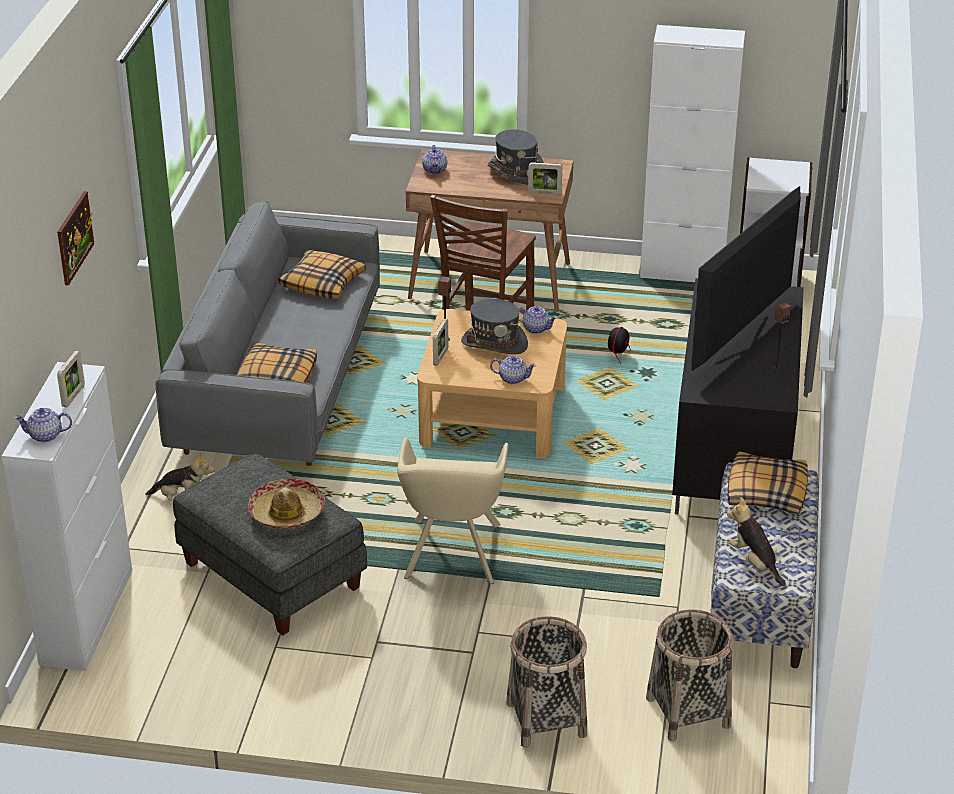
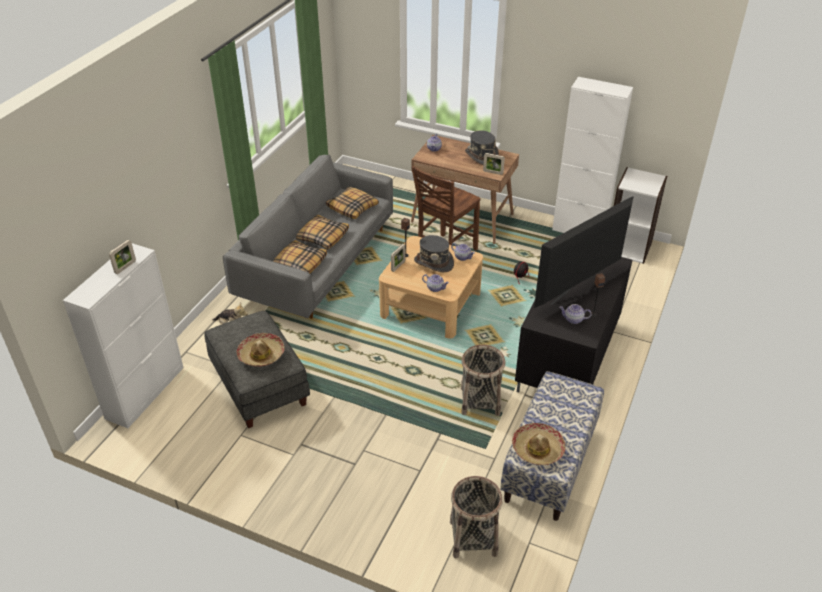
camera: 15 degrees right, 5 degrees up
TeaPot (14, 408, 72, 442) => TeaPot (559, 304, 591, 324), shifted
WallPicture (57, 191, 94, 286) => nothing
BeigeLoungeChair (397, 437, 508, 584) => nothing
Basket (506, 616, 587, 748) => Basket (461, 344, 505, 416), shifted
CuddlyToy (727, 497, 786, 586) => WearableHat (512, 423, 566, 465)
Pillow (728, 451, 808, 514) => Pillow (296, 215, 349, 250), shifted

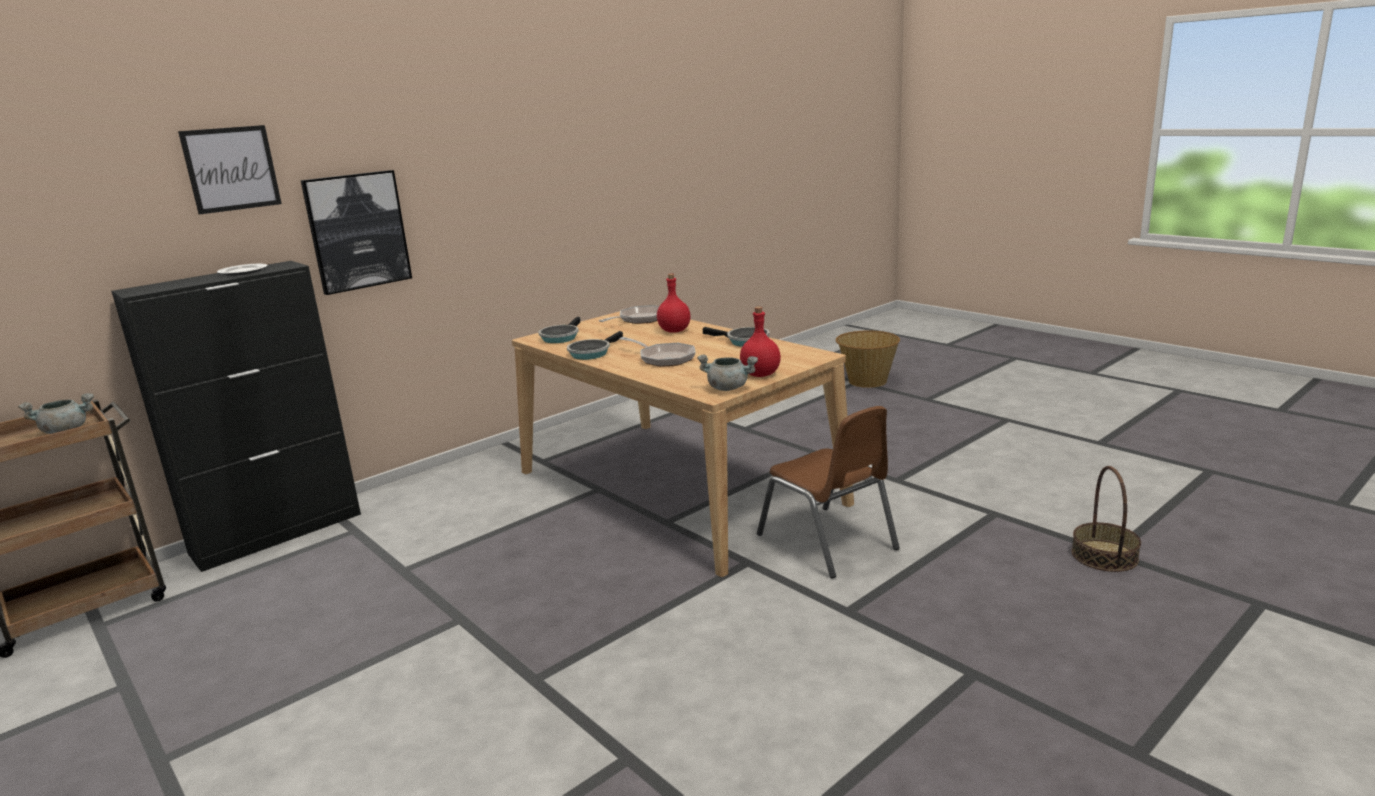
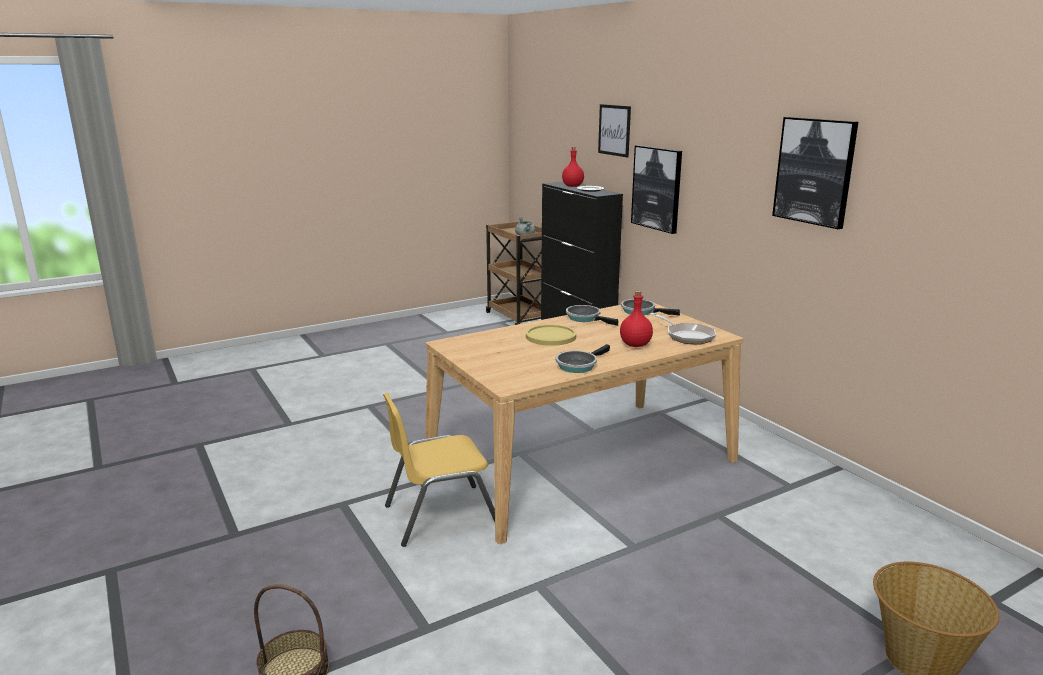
camera: 100 degrees right, 0 degrees up
FryingPan (619, 337, 695, 367) => YellowFlatDish (526, 324, 576, 346)
GrayCookingPot (697, 354, 758, 391) => nothing
ReddishBottle (740, 307, 781, 377) => ReddishBottle (562, 147, 584, 187), shifted
BrownChair (757, 406, 900, 578) => YellowChair (383, 393, 495, 547)
nothing => WallPicture (772, 117, 858, 229)

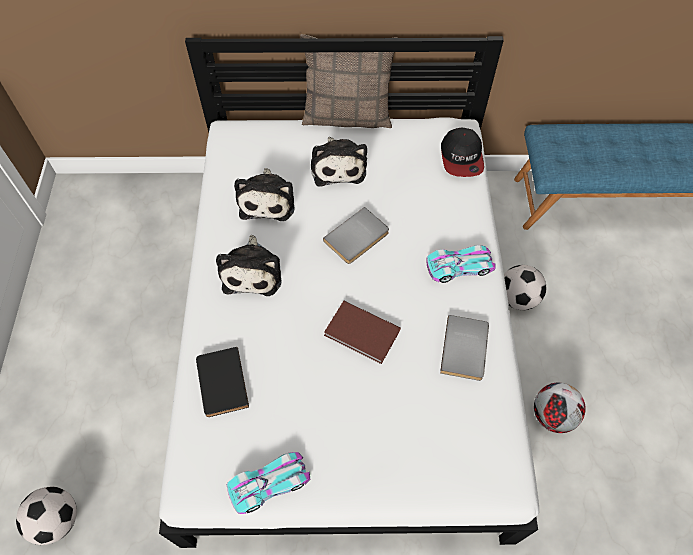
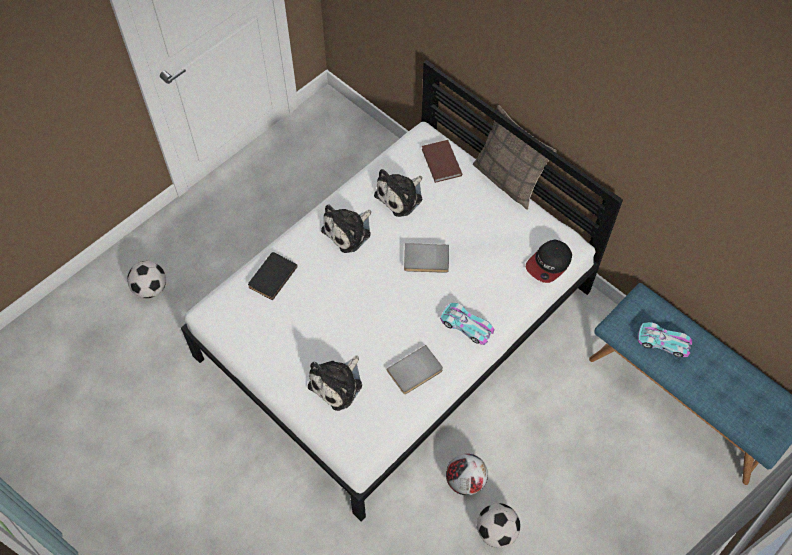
camera: 45 degrees right, 0 degrees up
ToyCar (227, 452, 310, 514) => ToyCar (638, 322, 693, 357), shifted
CuddlyToy (311, 137, 367, 186) => CuddlyToy (308, 355, 362, 411), shifted
BrownVolume (324, 301, 401, 364) => BrownVolume (422, 140, 463, 183), shifted
BallForFootball (504, 265, 546, 310) => BallForFootball (477, 503, 520, 548), shifted

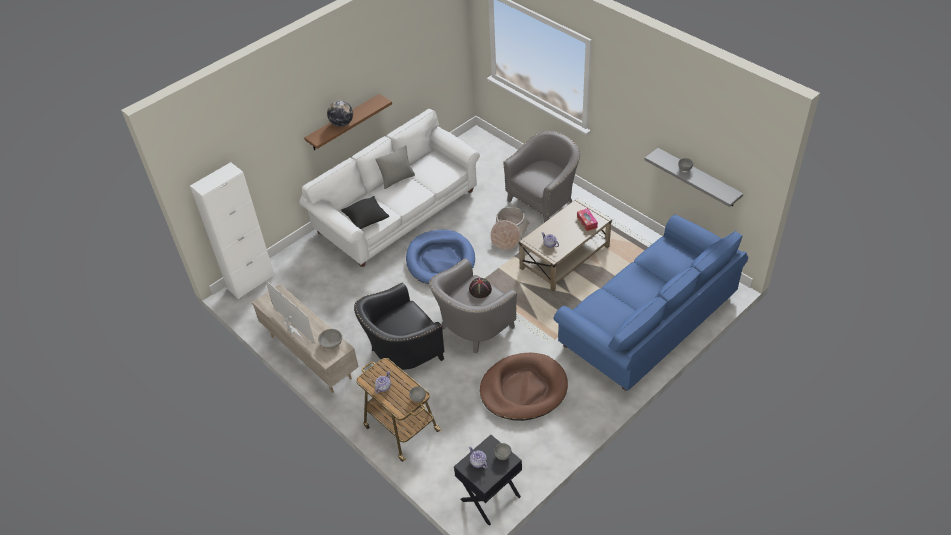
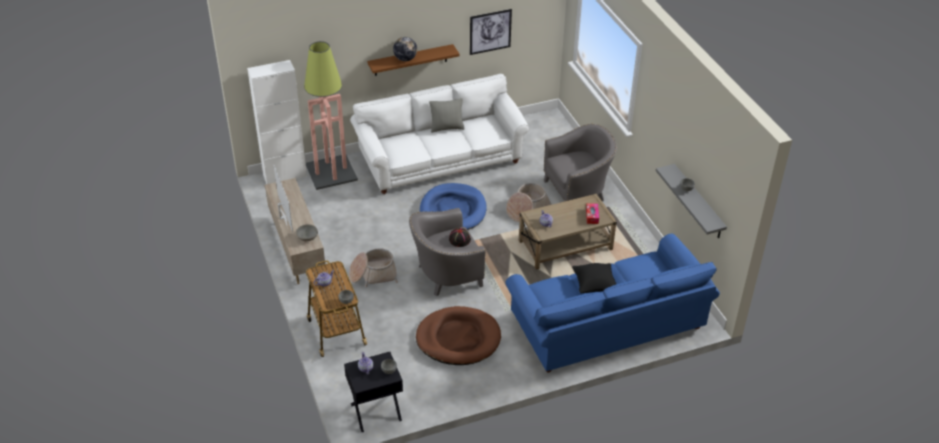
camera: 20 degrees right, 5 degrees down
BlackishPillow (342, 196, 389, 229) => BlackishPillow (572, 263, 616, 293), shifted
BlackishLoungeChair (354, 282, 444, 378) => Basket (349, 248, 398, 287)
nothing => StandingLamp (304, 41, 358, 190)
nothing => WallPicture (470, 9, 512, 55)

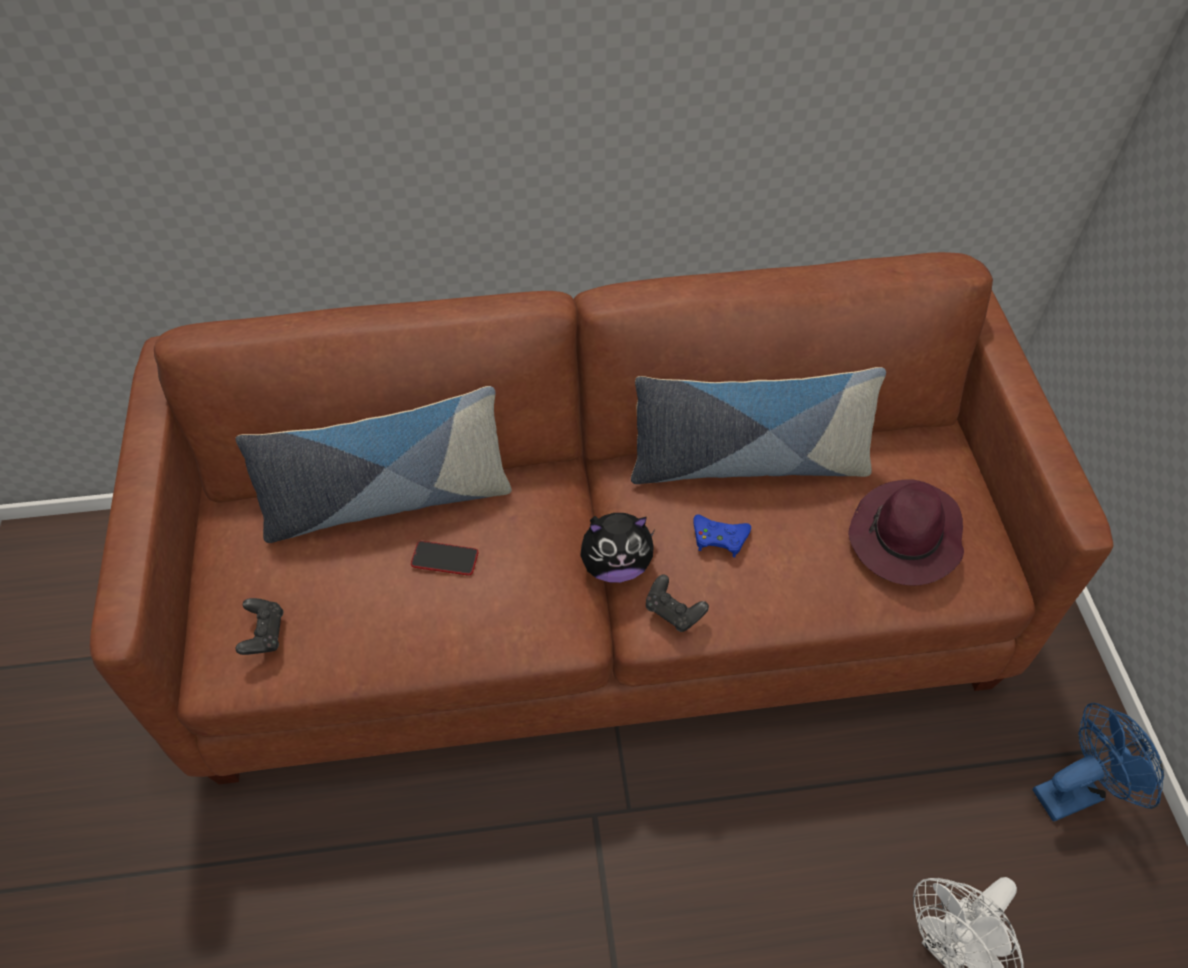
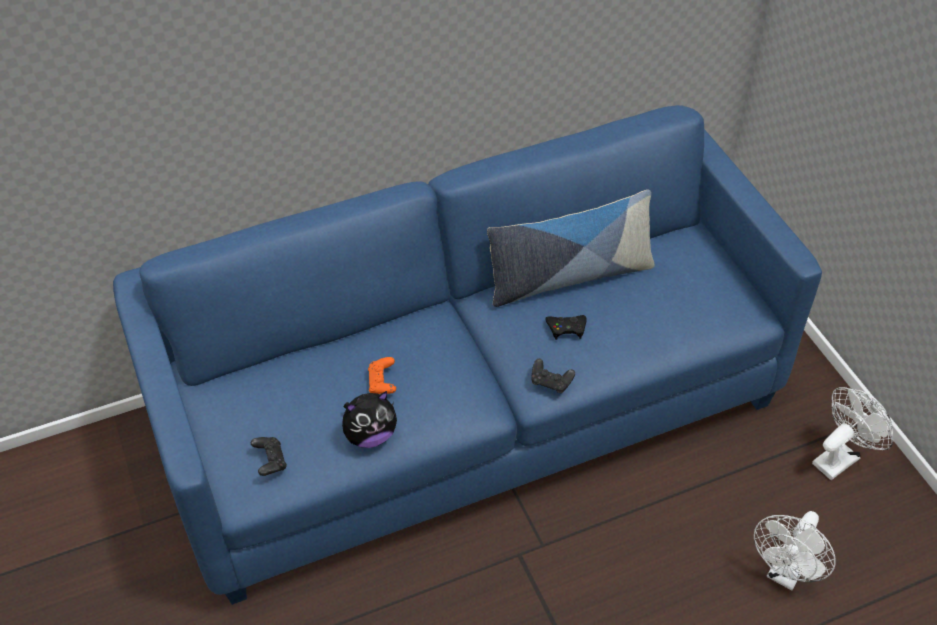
camera: 15 degrees left, 5 degrees down
BrownSofa (90, 252, 1113, 784) => BluishSofa (113, 105, 822, 605)
Pillow (236, 386, 512, 543) => nothing
Handset (411, 541, 478, 576) => OrangeColouredJoypad (368, 357, 396, 394)
CuddlyToy (580, 513, 655, 583) => CuddlyToy (342, 391, 397, 448), shifted
BluishJoypad (693, 514, 751, 557) => BlackishJoypad (545, 315, 587, 340)
PurpleWearableHat (849, 479, 964, 586) => nothing
BluishFan (1032, 703, 1164, 822) => WhiteColouredFan (812, 387, 893, 480)

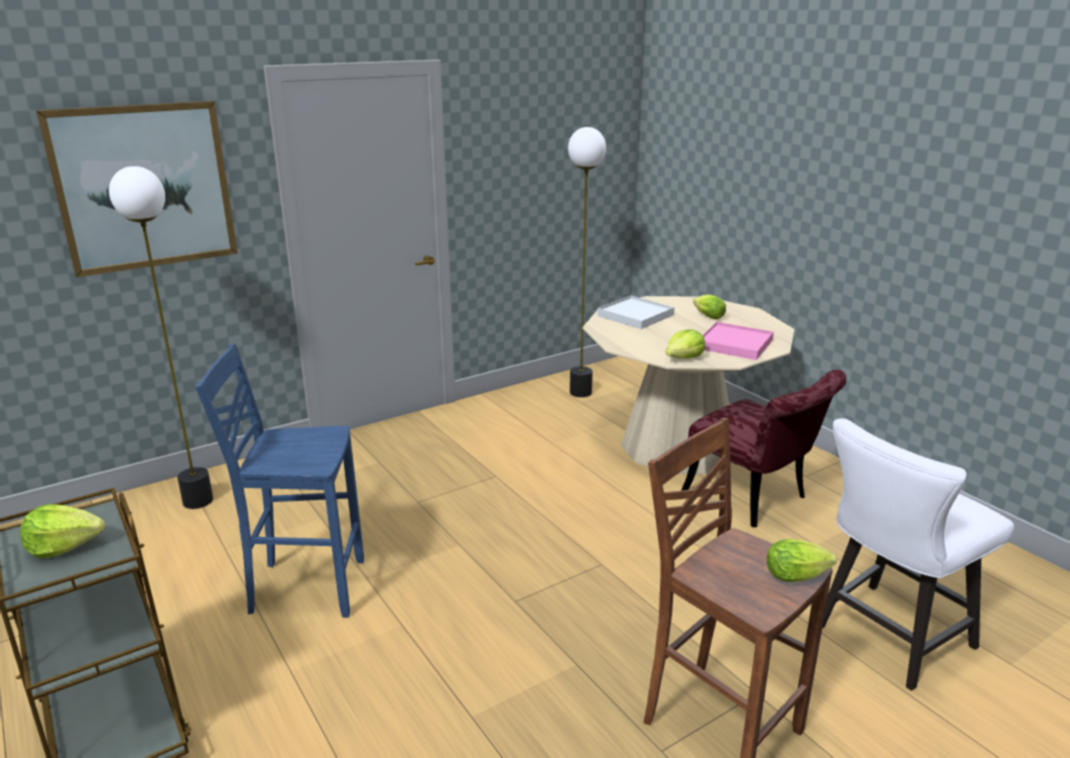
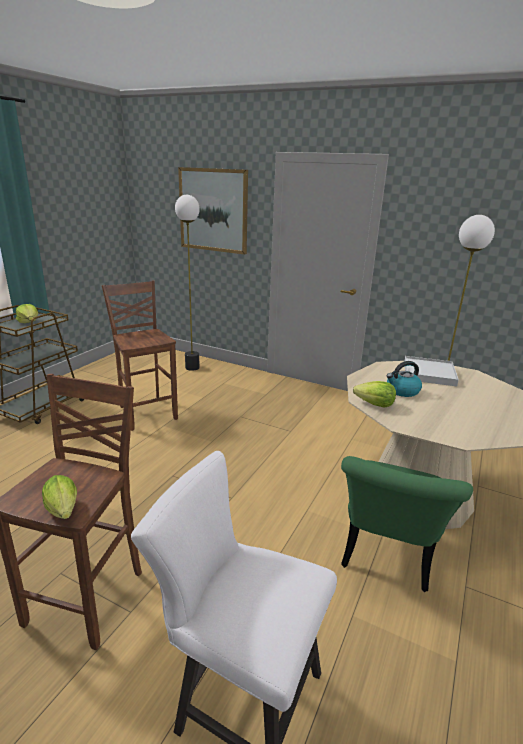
camera: 60 degrees right, 0 degrees up
BluishStool (196, 344, 364, 618) => BrownStool (102, 281, 178, 431)
ReddishChair (681, 369, 846, 527) => GreenChair (341, 456, 473, 592)
Lettuce (693, 295, 726, 319) => nothing
PinkishServingTray (703, 322, 774, 360) => nothing
nothing => TeaKettle (387, 361, 422, 397)

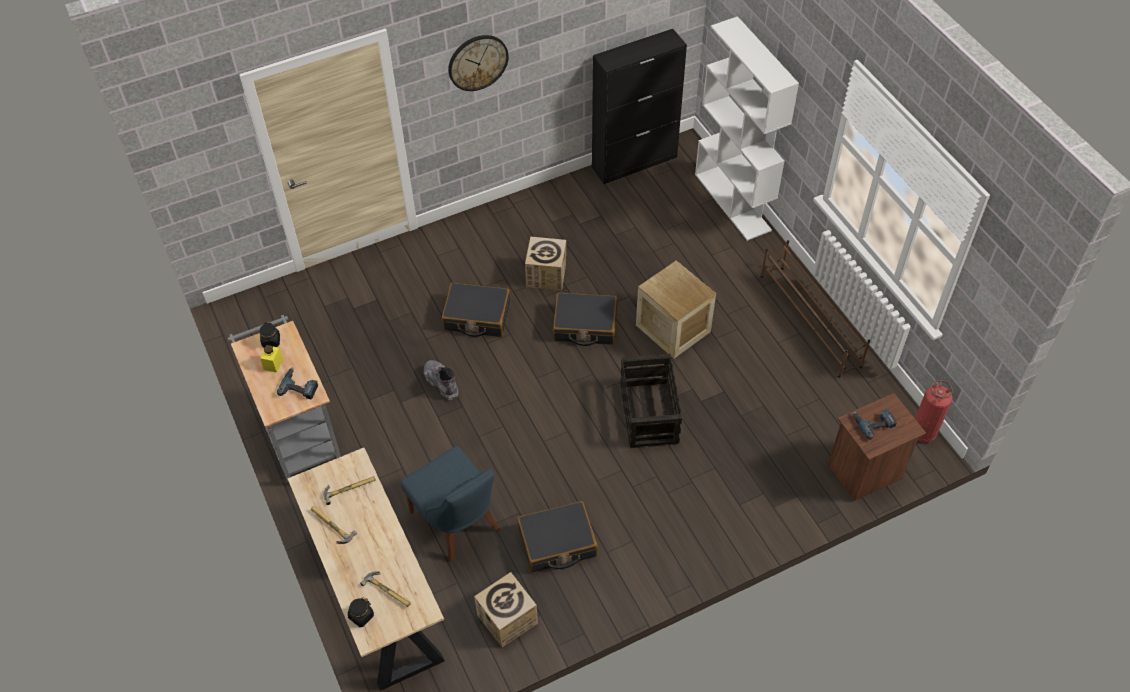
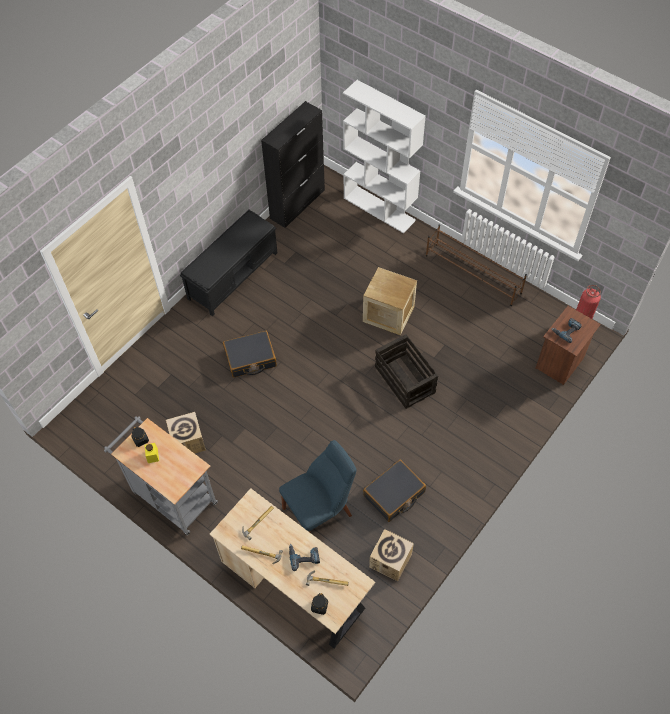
camera: 25 degrees left, 5 degrees up
Drill (277, 367, 318, 399) => Drill (289, 544, 320, 571), shifted
BluishChair (401, 446, 500, 562) => BluishChair (279, 440, 356, 532), 60 degrees counterclockwise
GrayTallBoot (424, 360, 459, 400) => nothing
WallClock (448, 35, 509, 91) => nothing
PackingBox (525, 236, 566, 291) => PackingBox (166, 412, 206, 454), shifted
BlackishSuitcase (553, 292, 617, 346) => nothing
nothing => BlackishIndoorBench (180, 210, 278, 316)

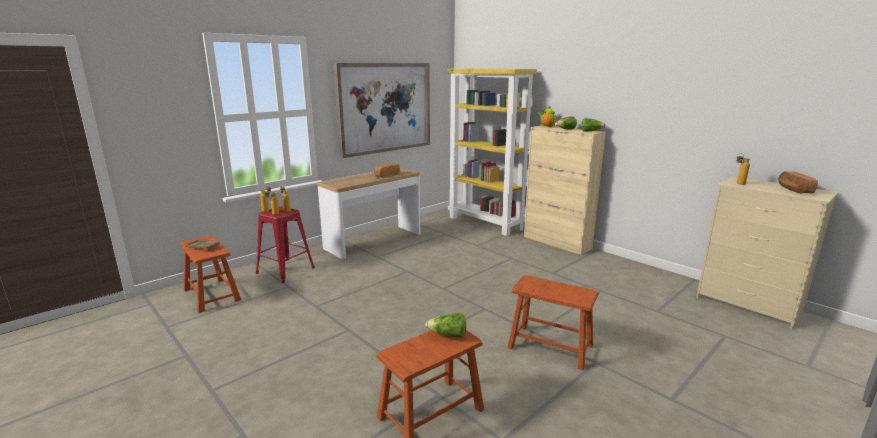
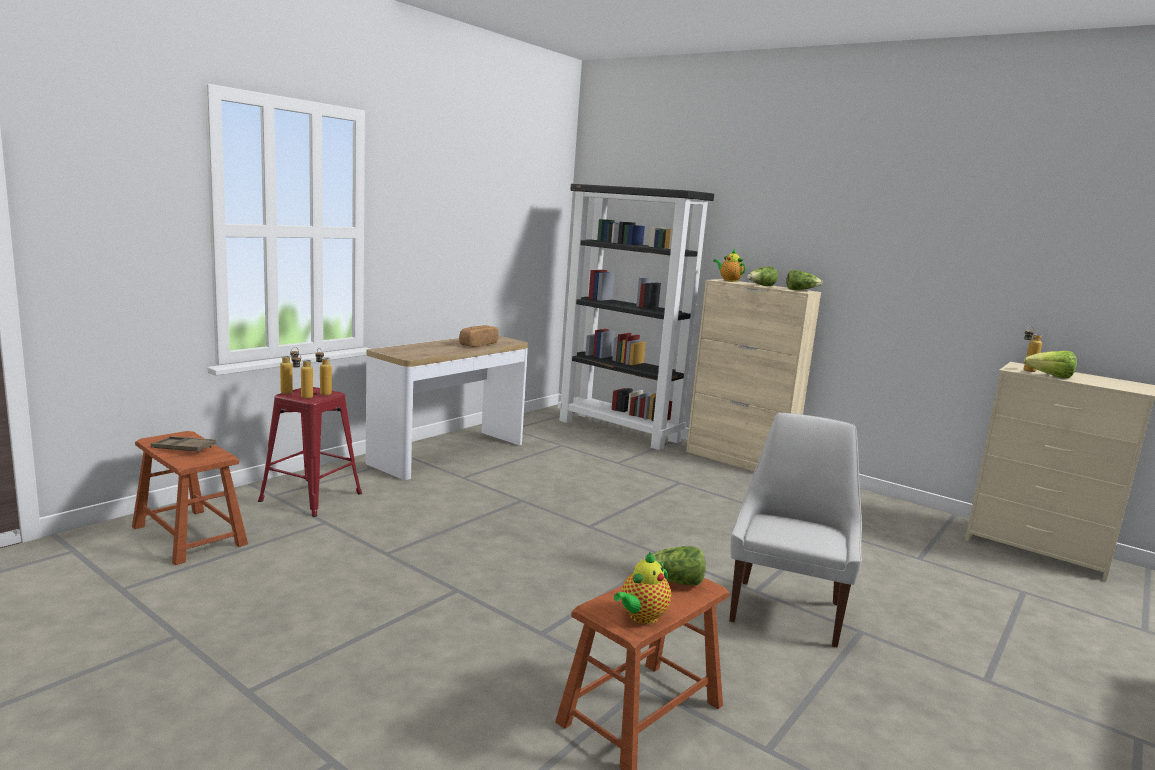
camera: 10 degrees left, 5 degrees down
WallPicture (333, 63, 430, 158) => nothing
YellowShelvingUnit (447, 69, 537, 236) => BlackishShelvingUnit (558, 184, 714, 450)
BrownStool (507, 275, 599, 370) => WhiteColouredChair (729, 413, 862, 647)
Bread (778, 171, 818, 194) => nothing
nothing => TeaPot (614, 552, 671, 624)
nothing => Lettuce (1024, 351, 1077, 378)

